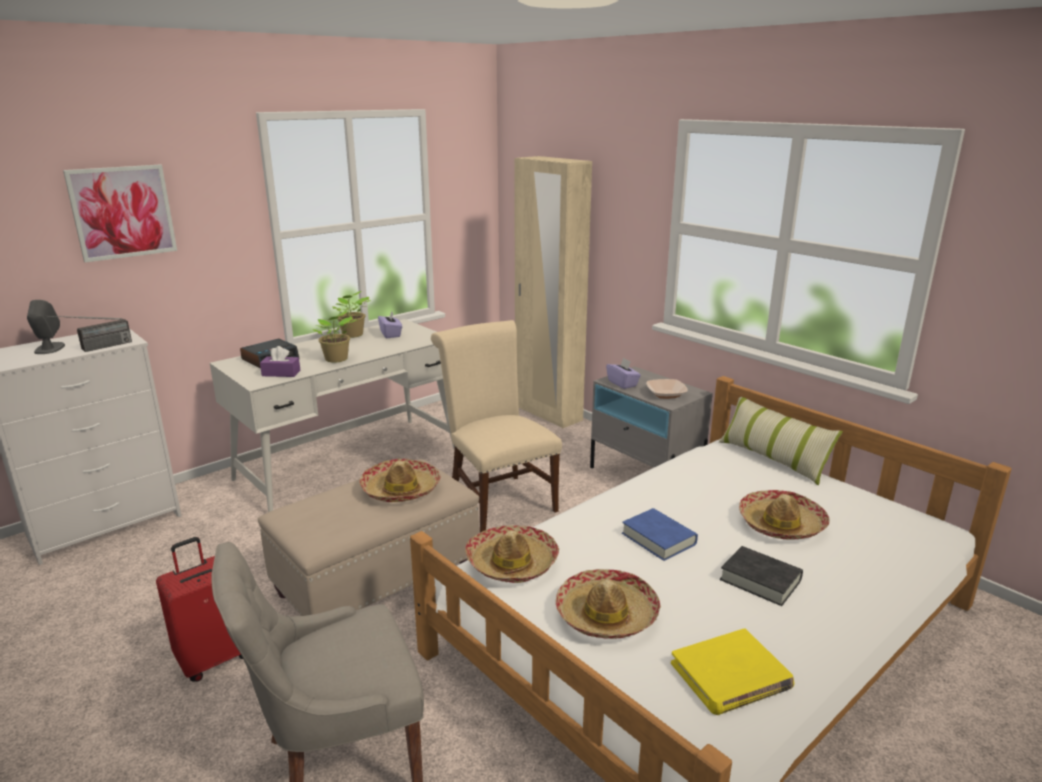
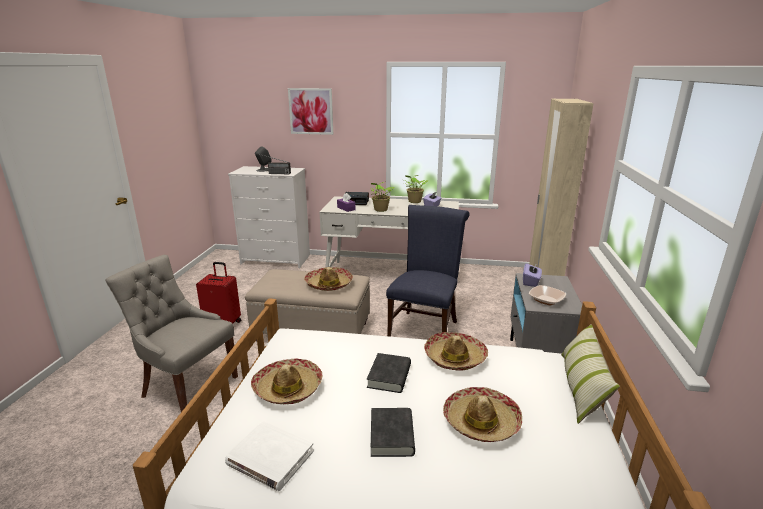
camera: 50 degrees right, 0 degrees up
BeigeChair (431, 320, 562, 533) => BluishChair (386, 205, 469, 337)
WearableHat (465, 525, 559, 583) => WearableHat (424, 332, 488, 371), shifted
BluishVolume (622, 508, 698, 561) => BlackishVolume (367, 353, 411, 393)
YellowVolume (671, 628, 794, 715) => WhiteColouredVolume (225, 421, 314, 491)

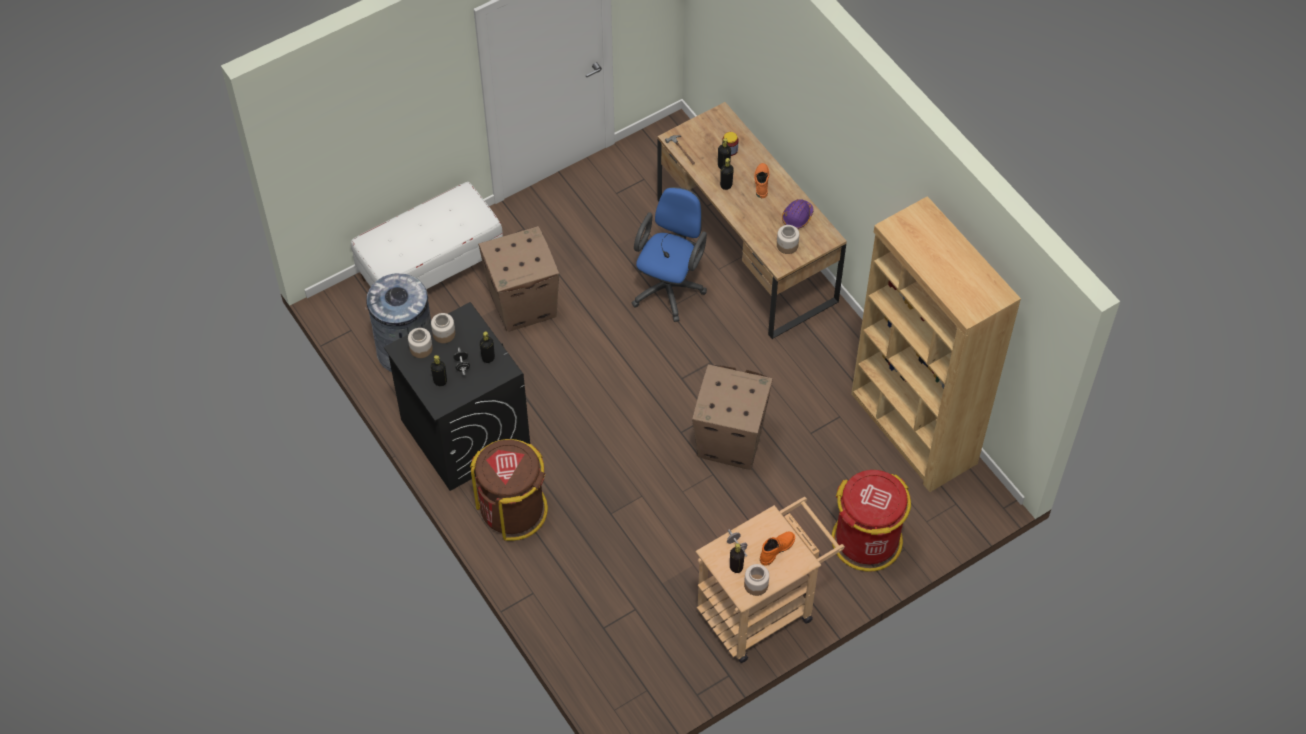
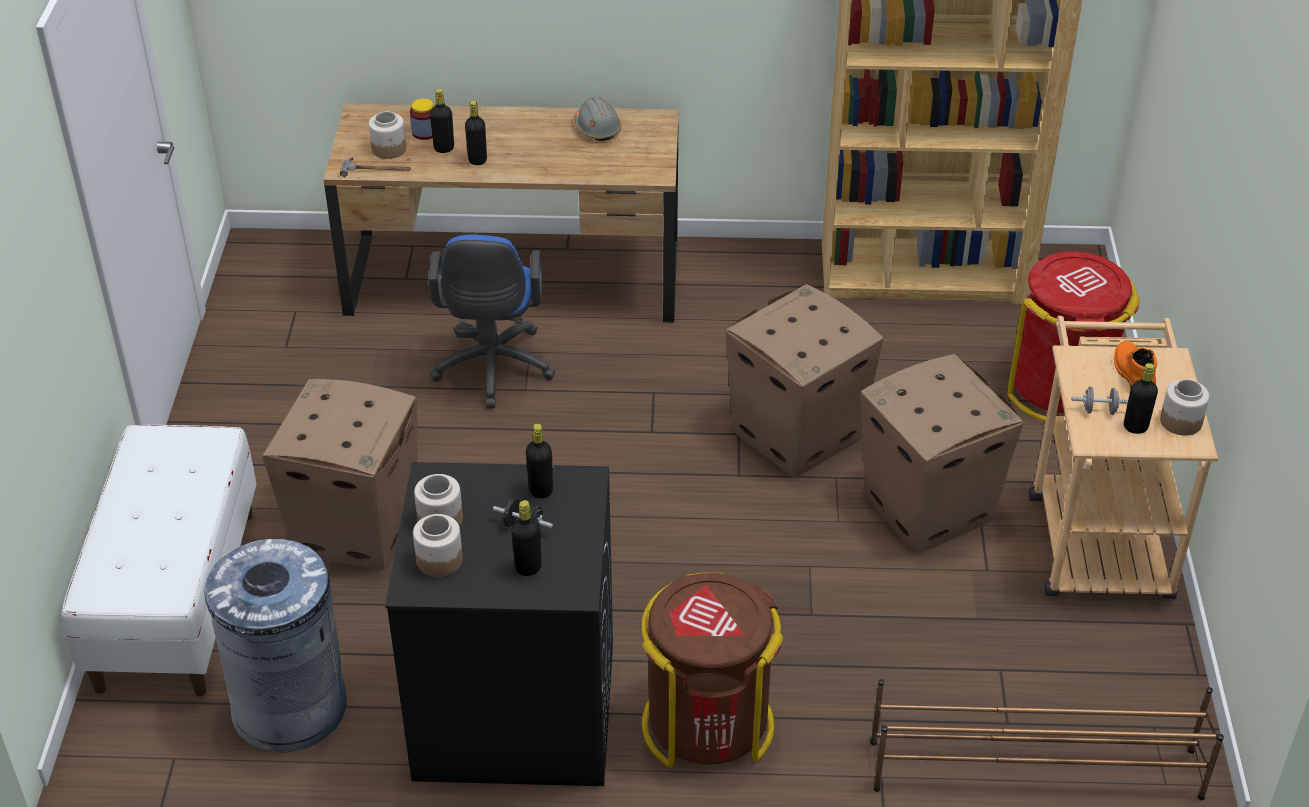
camera: 55 degrees left, 15 degrees down
BluishComputerChair (632, 187, 707, 322) => BluishComputerChair (429, 235, 555, 408), 150 degrees counterclockwise
OrangeColouredTallBoot (754, 163, 770, 198) => nothing
Jar (777, 225, 799, 254) => Jar (369, 111, 406, 159), shifted
PurpleWorkHelmet (782, 199, 814, 229) => GrayWorkHelmet (574, 97, 622, 141)
nothing => PackingBox (861, 354, 1024, 555)
nothing => BrownShoeRack (870, 679, 1224, 800)

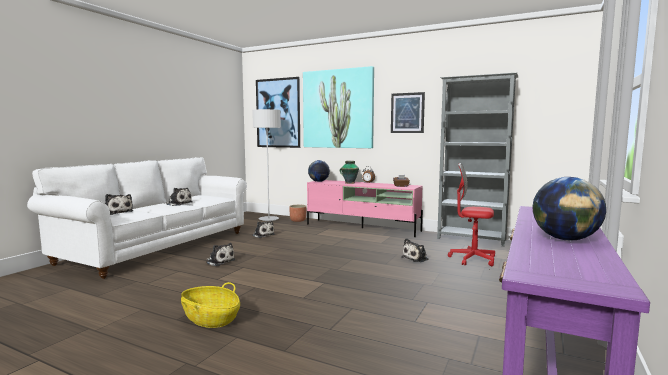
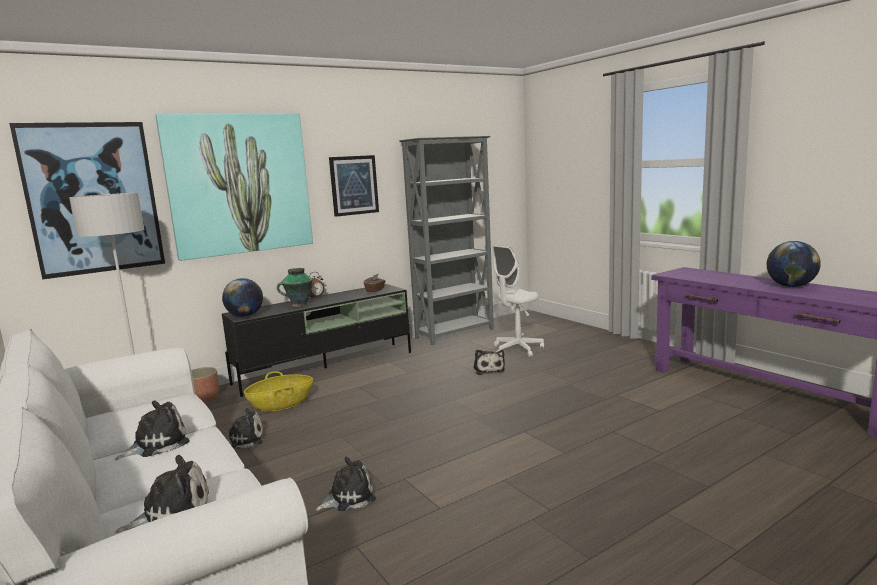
camera: 60 degrees left, 5 degrees up
Basket (181, 282, 240, 328) => Basket (244, 371, 313, 411), shifted
PinkishTvUnit (307, 180, 423, 237) => BlackishTvUnit (222, 284, 411, 397)
ReddishComputerChair (448, 163, 495, 266) => WhiteColouredComputerChair (492, 245, 544, 357)

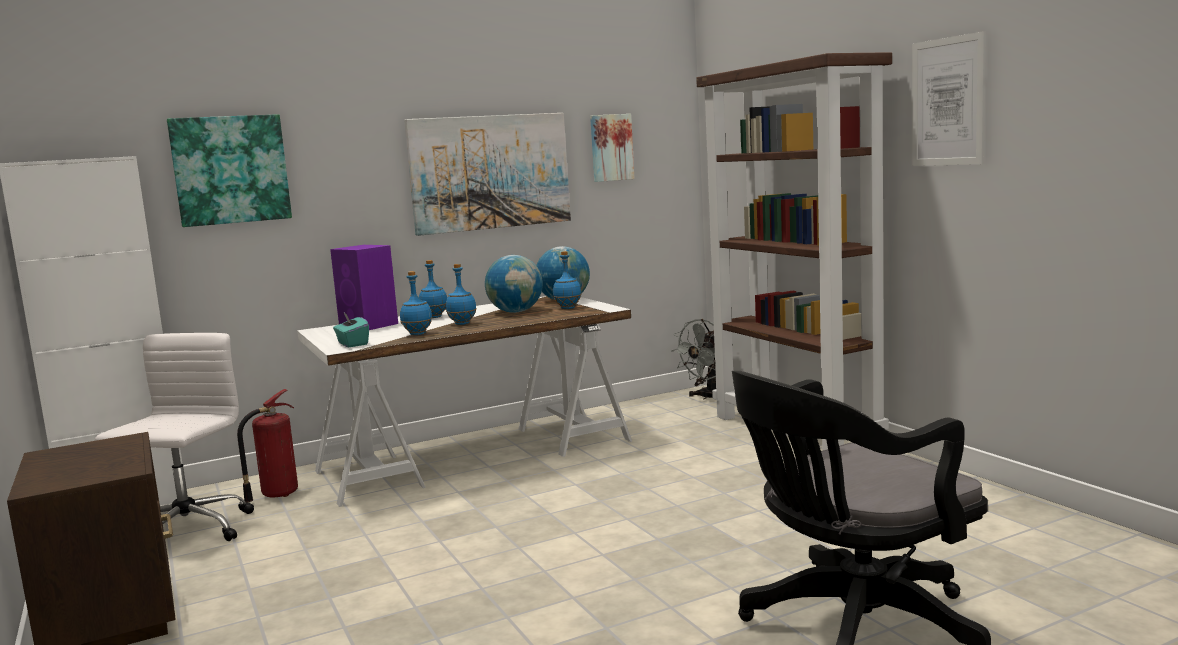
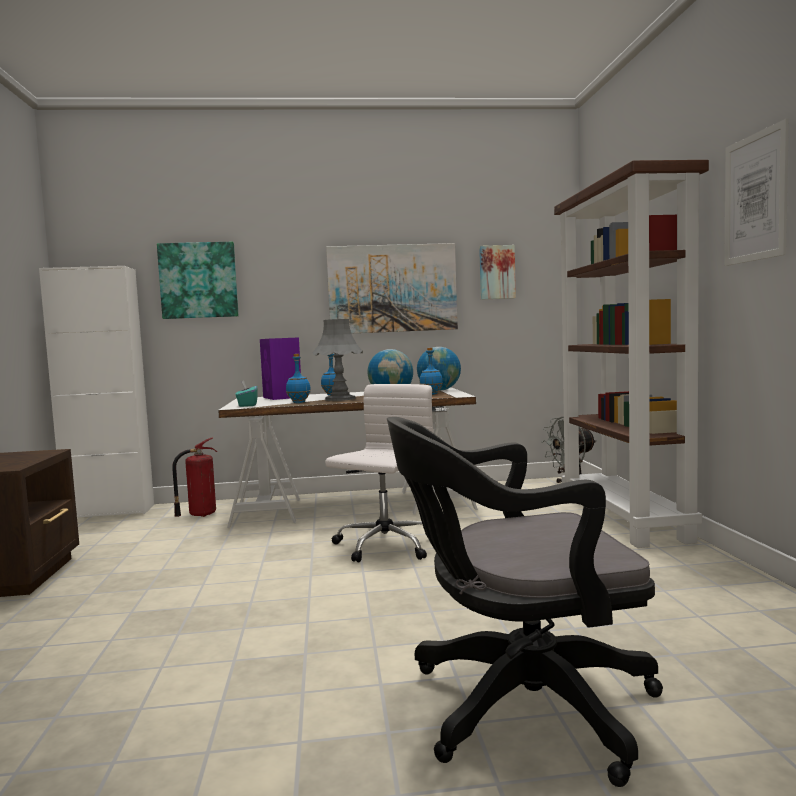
camera: 20 degrees right, 5 degrees down
WhiteColouredComputerChair (95, 333, 254, 541) => WhiteColouredComputerChair (325, 384, 433, 562), shifted
BluishBottle (446, 264, 477, 325) => GrayTabletopLamp (313, 319, 363, 401)

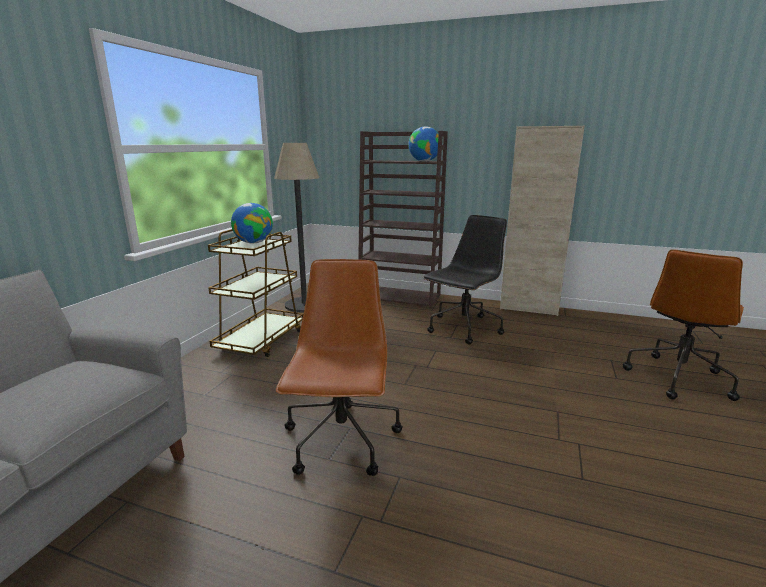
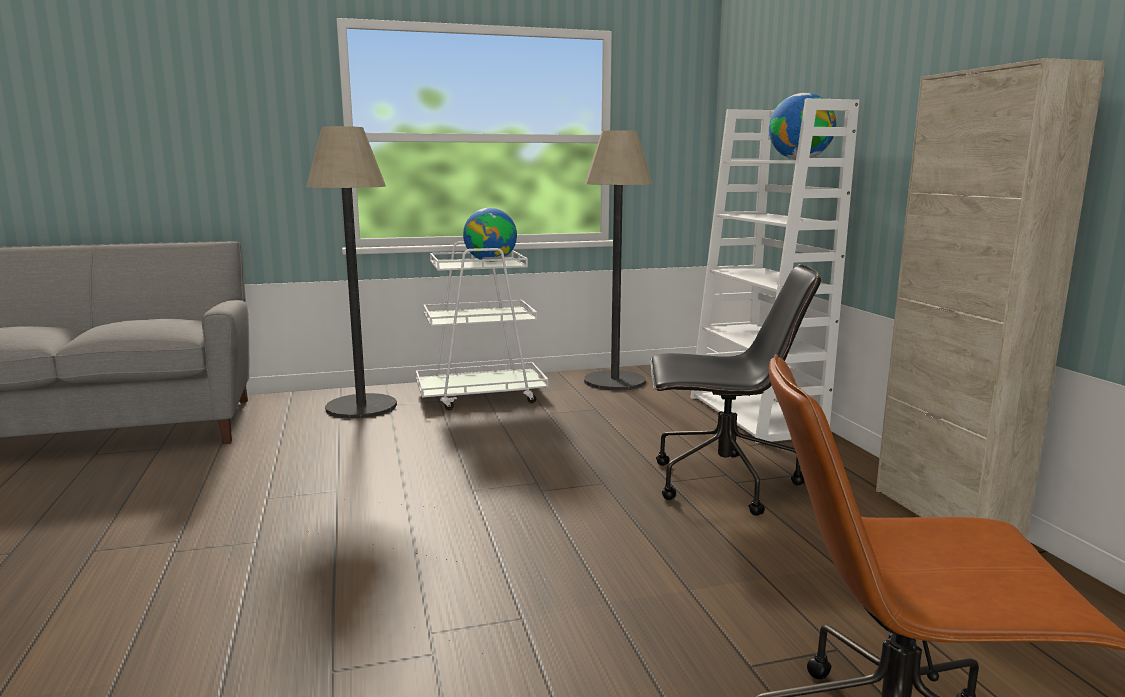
camera: 55 degrees right, 5 degrees down
BrownWheeledCart (208, 229, 304, 357) => WhiteColouredWheeledCart (416, 241, 548, 410)
BrownComputerChair (276, 259, 403, 476) => nothing
BrownShelvingUnit (358, 131, 448, 309) => WhiteColouredShelvingUnit (690, 98, 859, 443)
nothing => StandingLamp (306, 126, 397, 419)

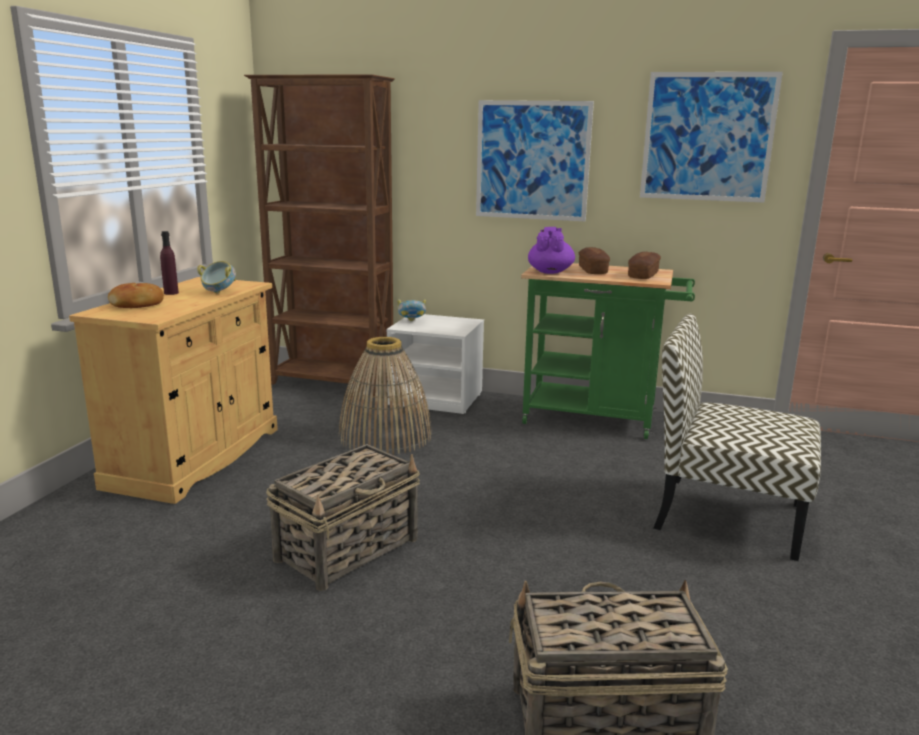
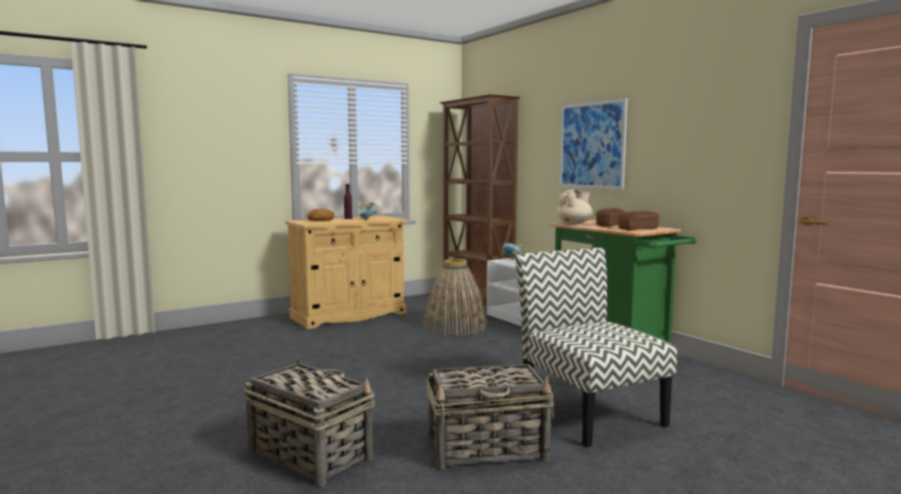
camera: 40 degrees right, 10 degrees down
Basket (266, 444, 420, 591) => Basket (427, 364, 554, 469), shifted
PurpleTeaPot (528, 227, 575, 274) => BeigeTeaPot (556, 190, 593, 224)
WallPicture (640, 72, 783, 203) => nothing

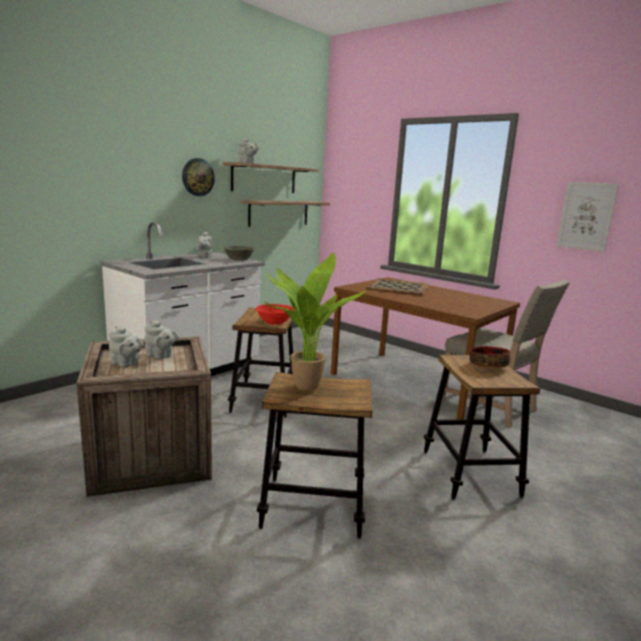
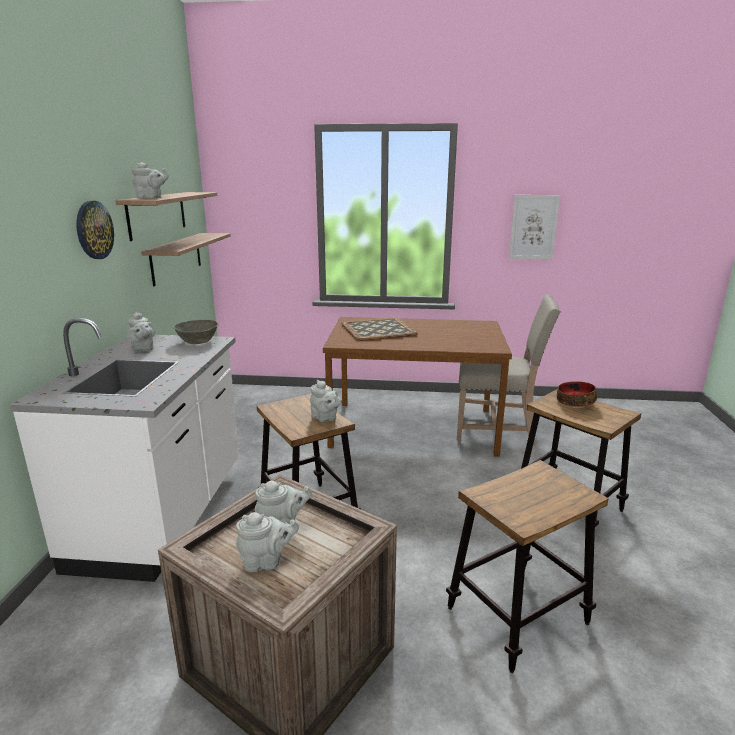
camera: 35 degrees left, 5 degrees up
ReddishBowl (255, 304, 294, 325) => GrayTeaPot (310, 380, 341, 422)
PlantInAPot (265, 253, 367, 391) => nothing

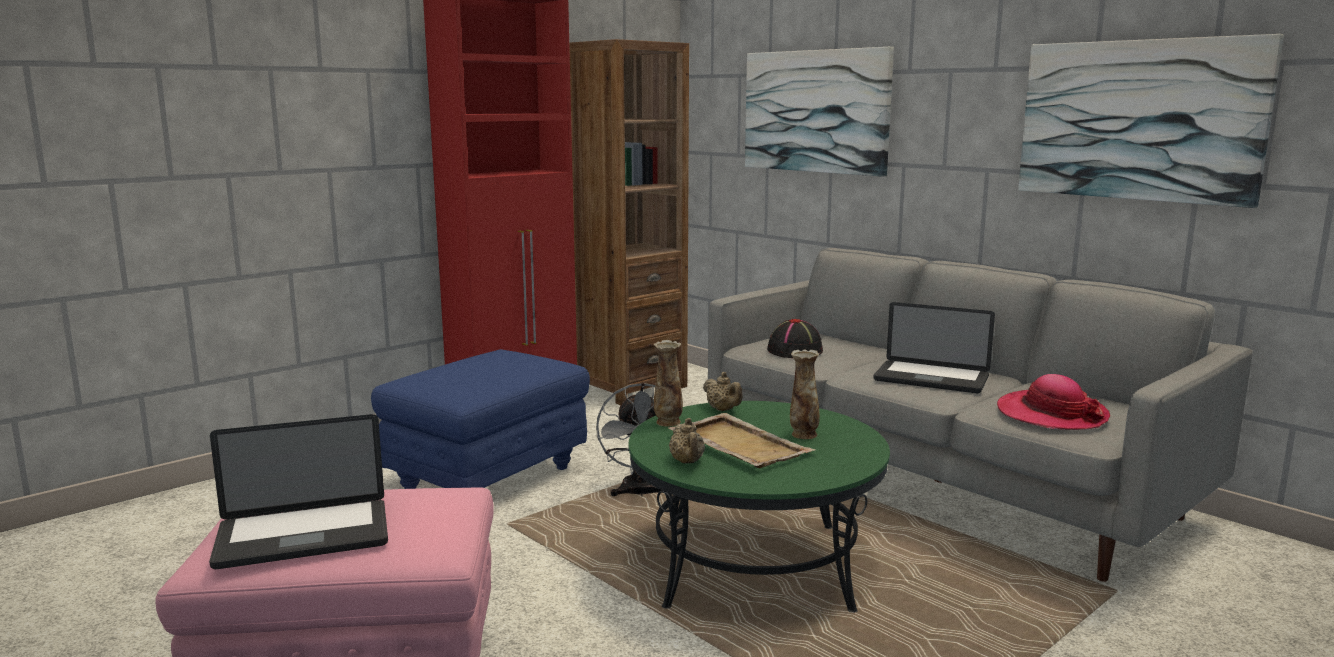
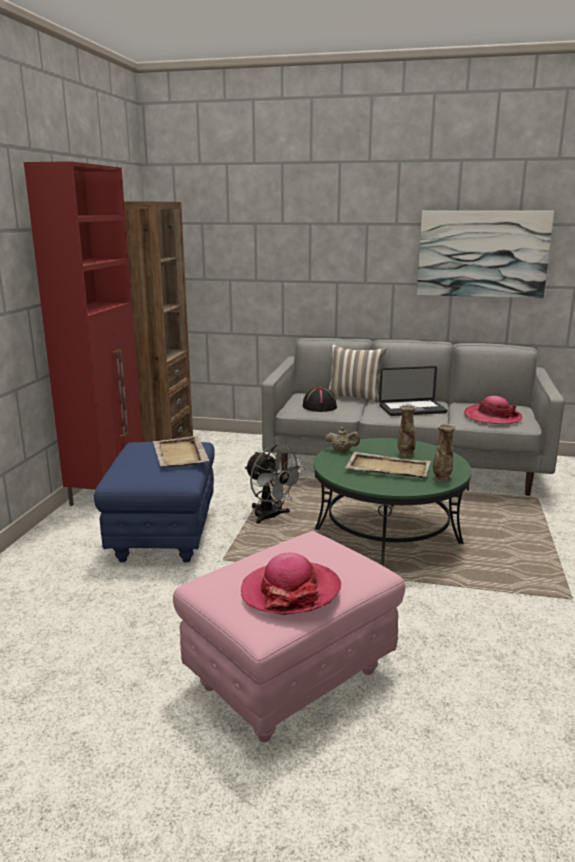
camera: 35 degrees left, 5 degrees up
NotebookComputer (209, 414, 388, 569) => WearableHat (241, 553, 341, 615)
Vase (654, 340, 683, 427) => Vase (433, 423, 456, 481), shifted
BeigeTeaPot (669, 418, 705, 463) => nothing
WallPicture (745, 47, 894, 177) => nothing
nothing => BeigeServingTray (153, 436, 210, 467)
nothing => Pillow (329, 344, 386, 403)

